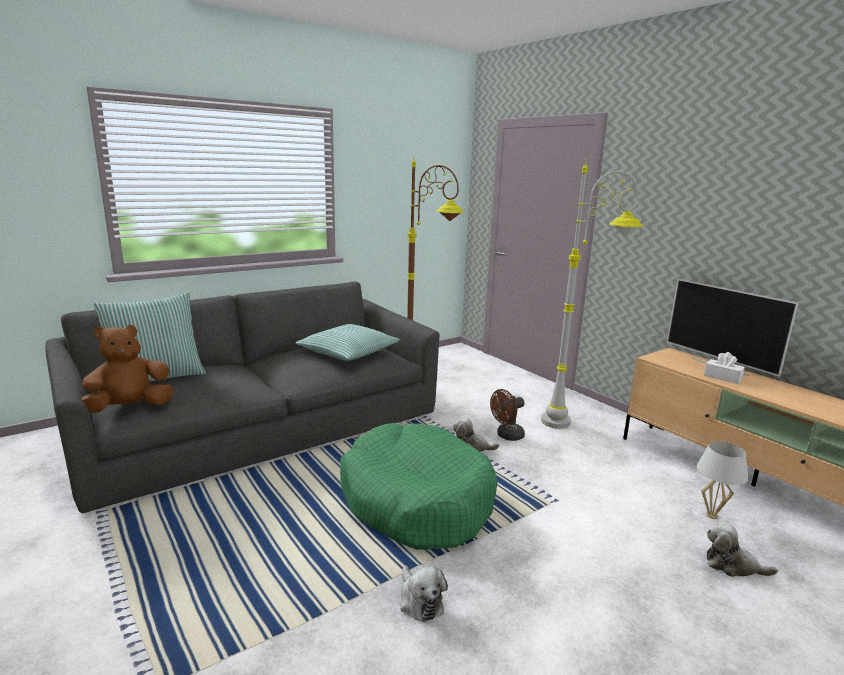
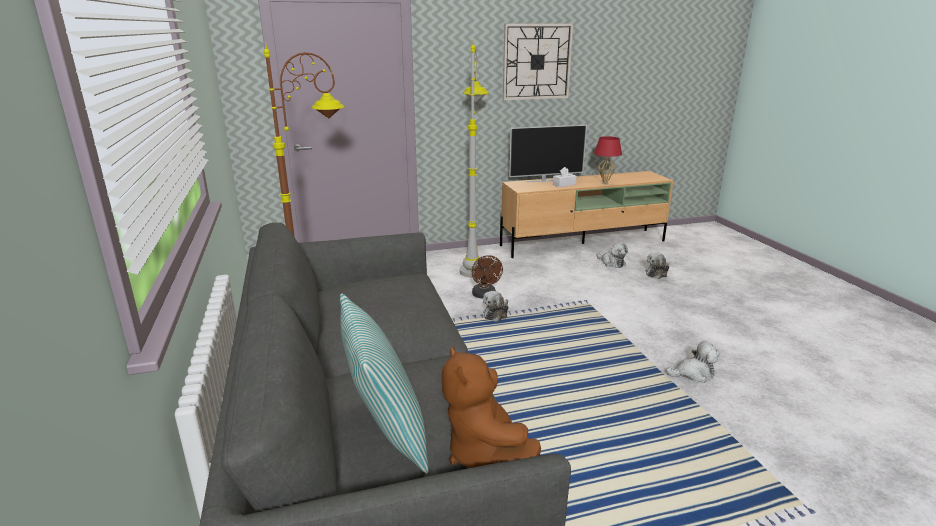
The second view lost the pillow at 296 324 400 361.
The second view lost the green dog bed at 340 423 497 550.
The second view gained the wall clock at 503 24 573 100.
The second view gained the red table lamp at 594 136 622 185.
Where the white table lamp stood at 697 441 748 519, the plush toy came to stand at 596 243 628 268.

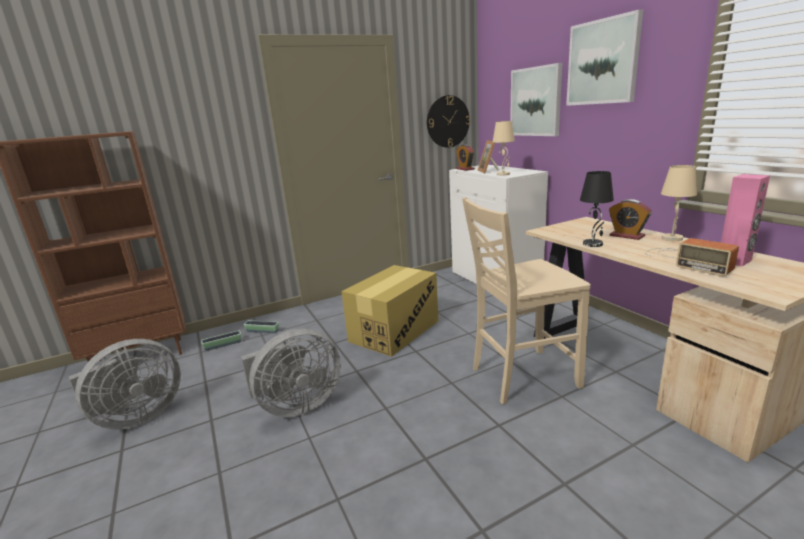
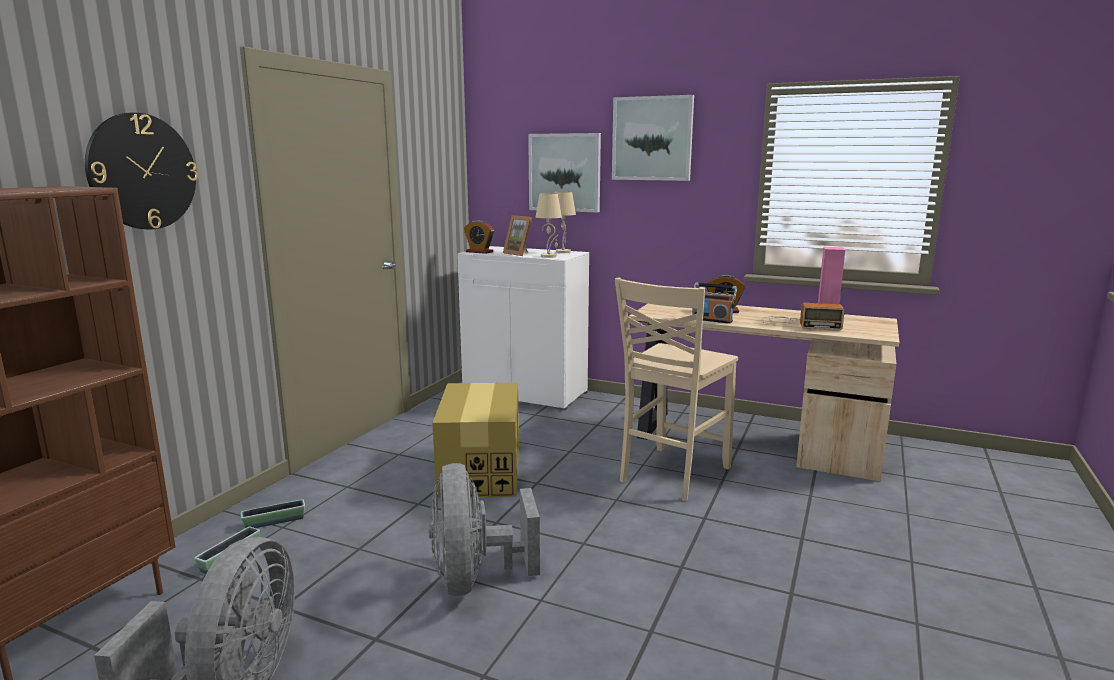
The wall clock ended up elsewhere, having gone from 427 95 470 148 to 85 112 198 230.
The beige table lamp ended up elsewhere, having gone from 661 165 697 241 to 554 192 576 253.
Where the black table lamp stood at 580 171 614 247, the radio came to stand at 692 283 737 324.
The grey fan at 241 329 341 417 ended up facing another way, 150 degrees clockwise from before.

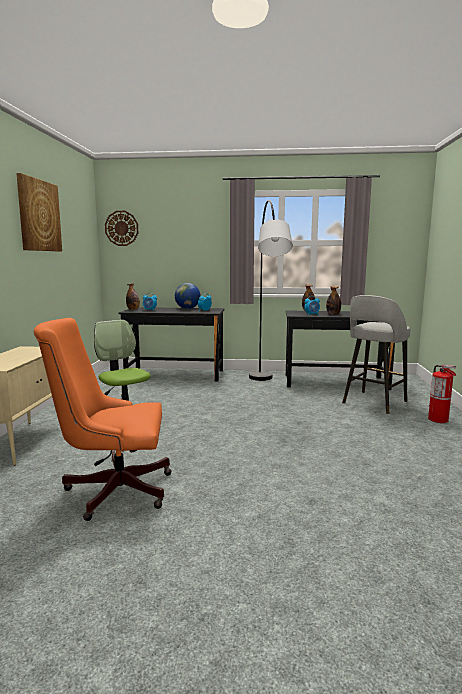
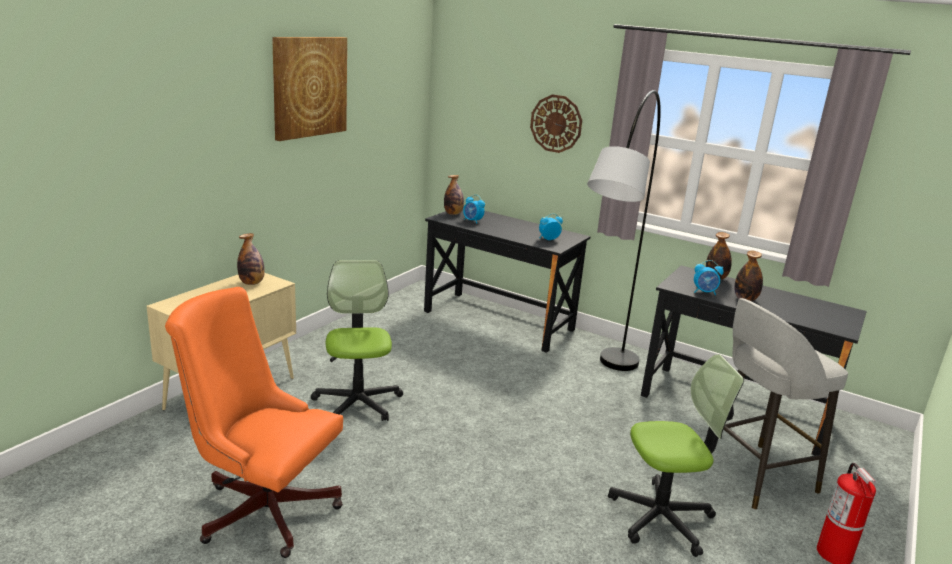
The second view lost the globe at 175 283 201 309.
The second view gained the bottle at 237 233 265 285.
The second view gained the office chair at 608 354 744 557.
The wall clock ended up elsewhere, having gone from 105 211 138 246 to 530 94 582 153.

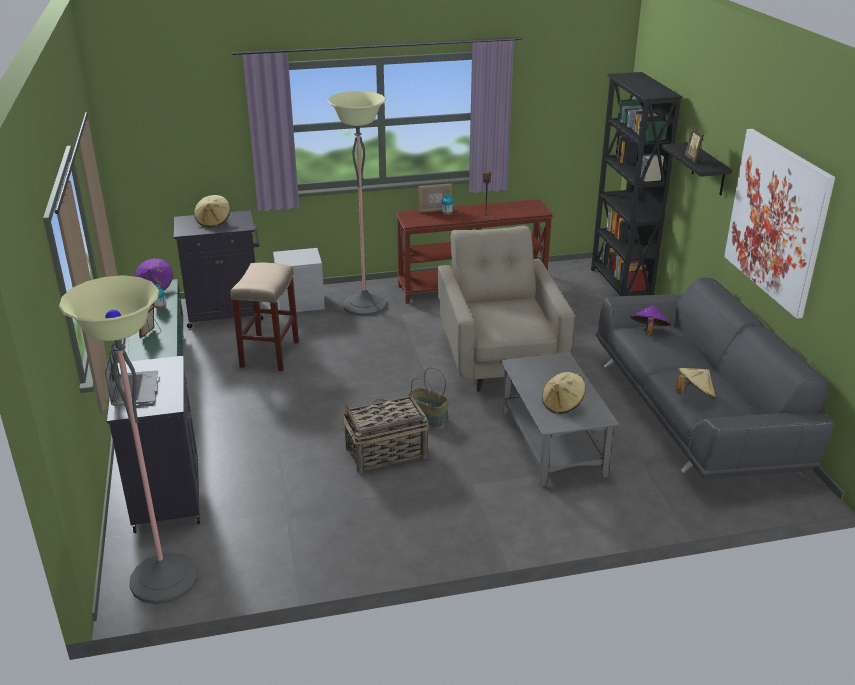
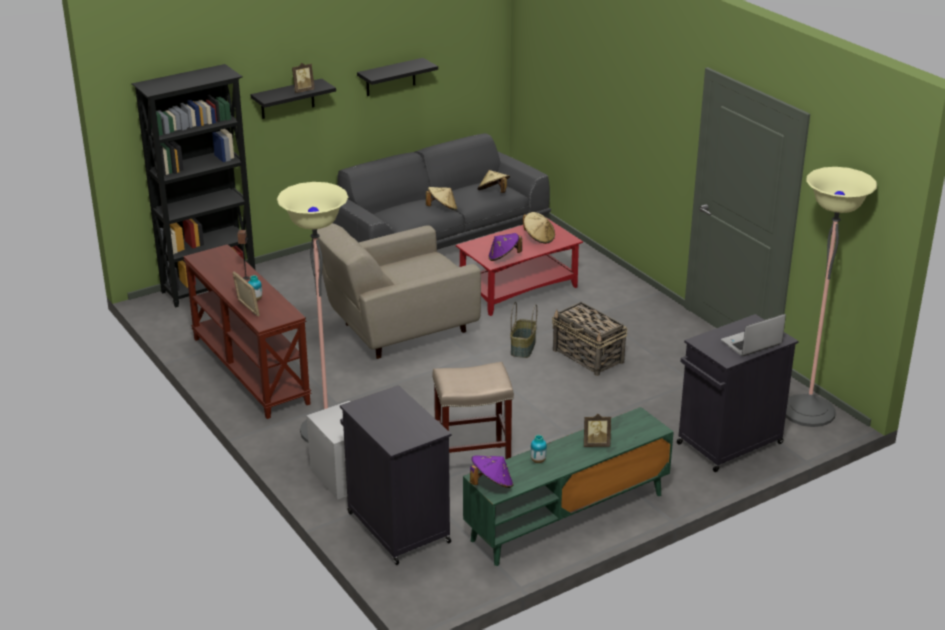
The beige hat ended up elsewhere, having gone from 194 195 230 228 to 426 187 457 210.
The purple hat ended up elsewhere, having gone from 630 305 672 335 to 488 233 522 261.
Where the picture hung at 724 129 835 319, the black shelf came to hang at 357 58 438 96.
What was the grey coffee table at 501 352 619 487 turned into the red coffee table at 456 218 583 316.

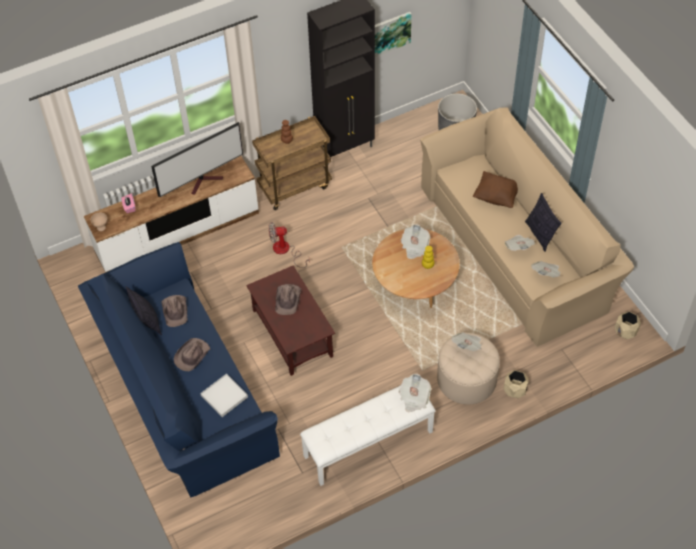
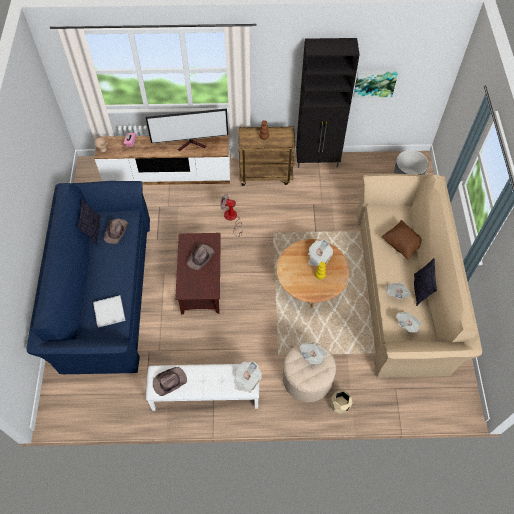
The second view lost the beige planter at 615 311 641 339.
The brown hat ended up elsewhere, having gone from 174 338 210 371 to 153 367 187 396.

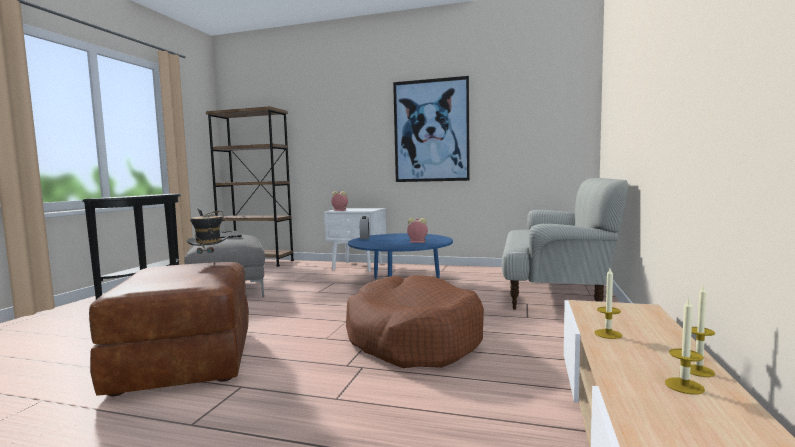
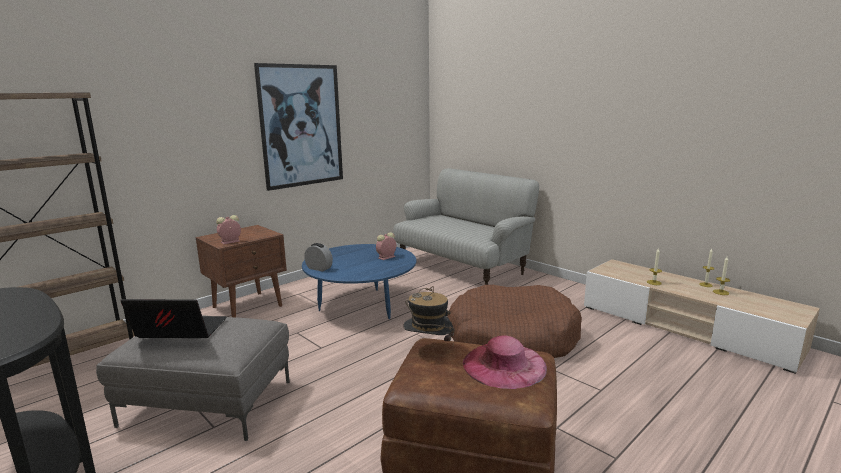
The second view gained the pink hat at 463 335 547 389.
What was the white nightstand at 324 208 386 271 turned into the brown nightstand at 196 225 287 317.

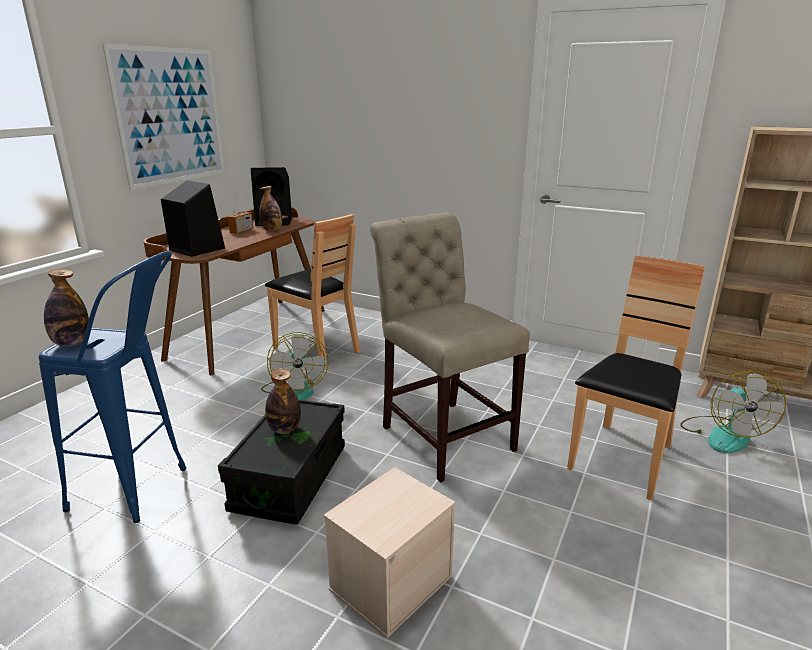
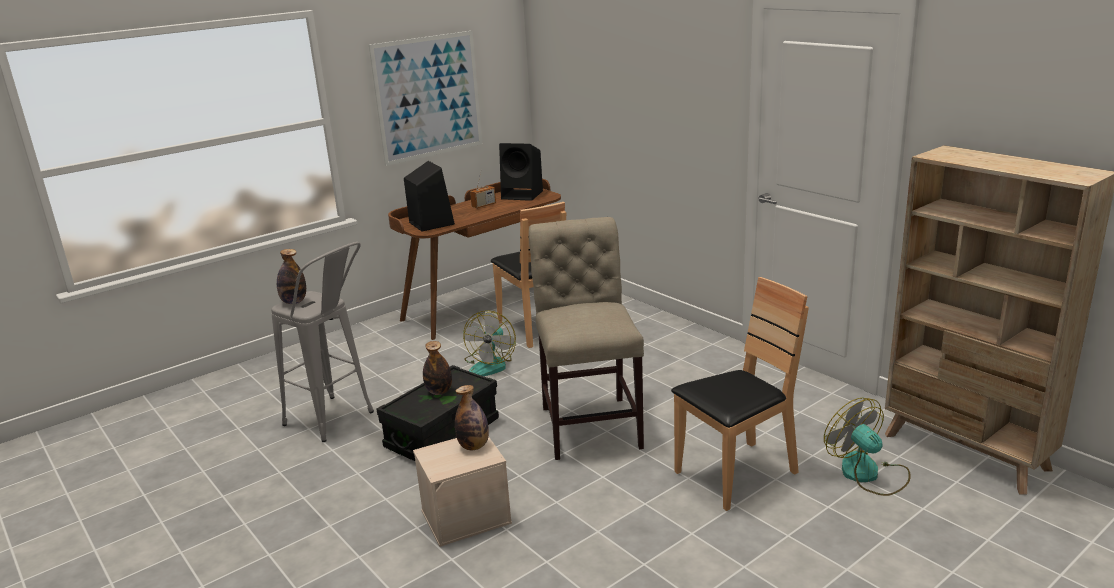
The bottle ended up elsewhere, having gone from 259 186 282 231 to 455 385 489 450.
What was the blue stool at 39 251 186 523 turned into the grey stool at 271 242 374 442.
The fan at 680 371 786 453 ended up facing another way, 120 degrees clockwise from before.

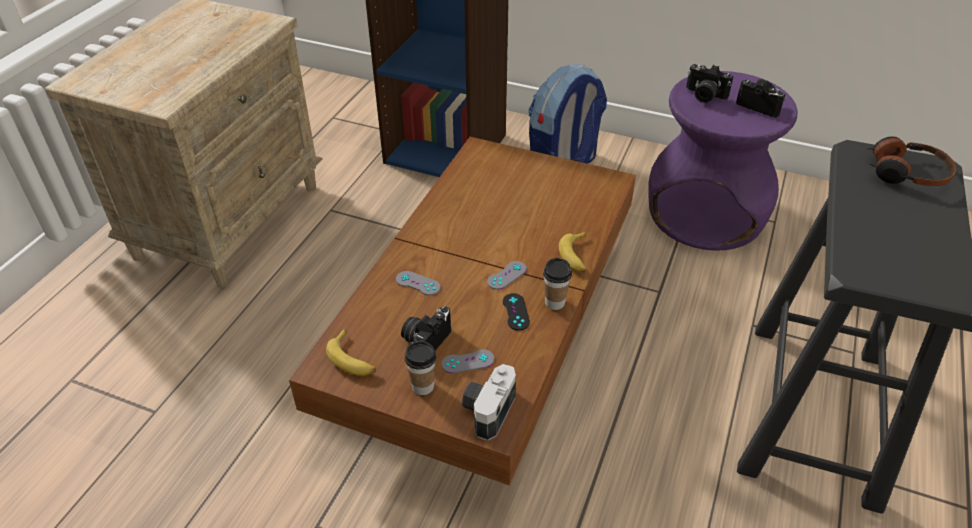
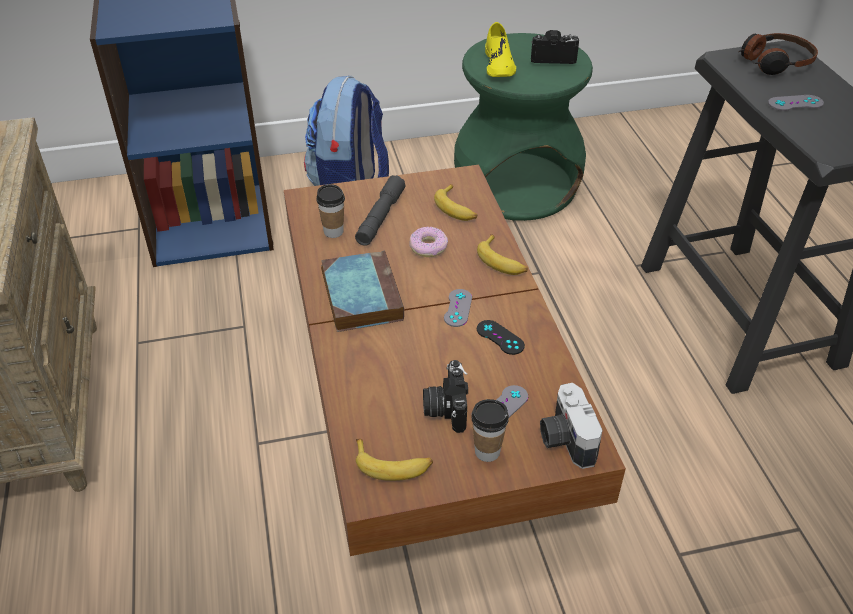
The second view gained the book at 321 251 404 332.
The second view gained the grey flashlight at 355 175 406 246.
The second view gained the donut at 409 227 448 257.
The second view gained the banana at 434 184 477 221.
The grey game controller ended up elsewhere, having gone from 396 271 441 295 to 768 95 824 111.
The cup ended up elsewhere, having gone from 543 258 572 310 to 316 184 345 238.
Where the photo camera stood at 686 64 733 103, the yellow shoe came to stand at 485 22 516 77.
What was the purple stool at 648 71 798 251 turned into the green stool at 454 33 593 221.

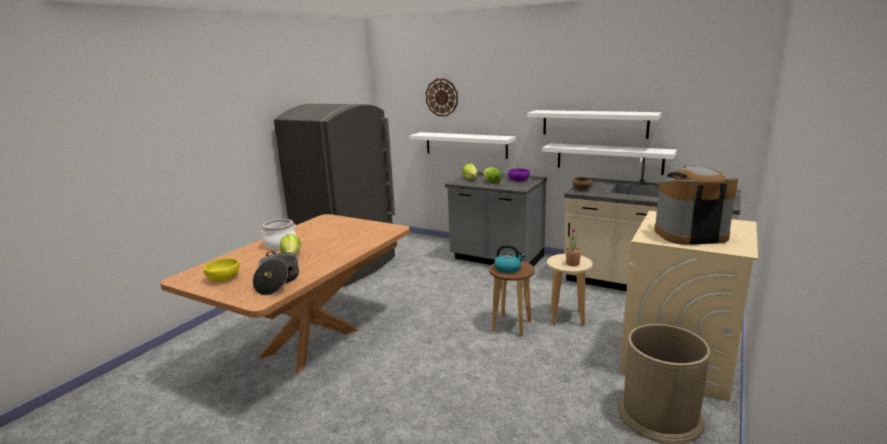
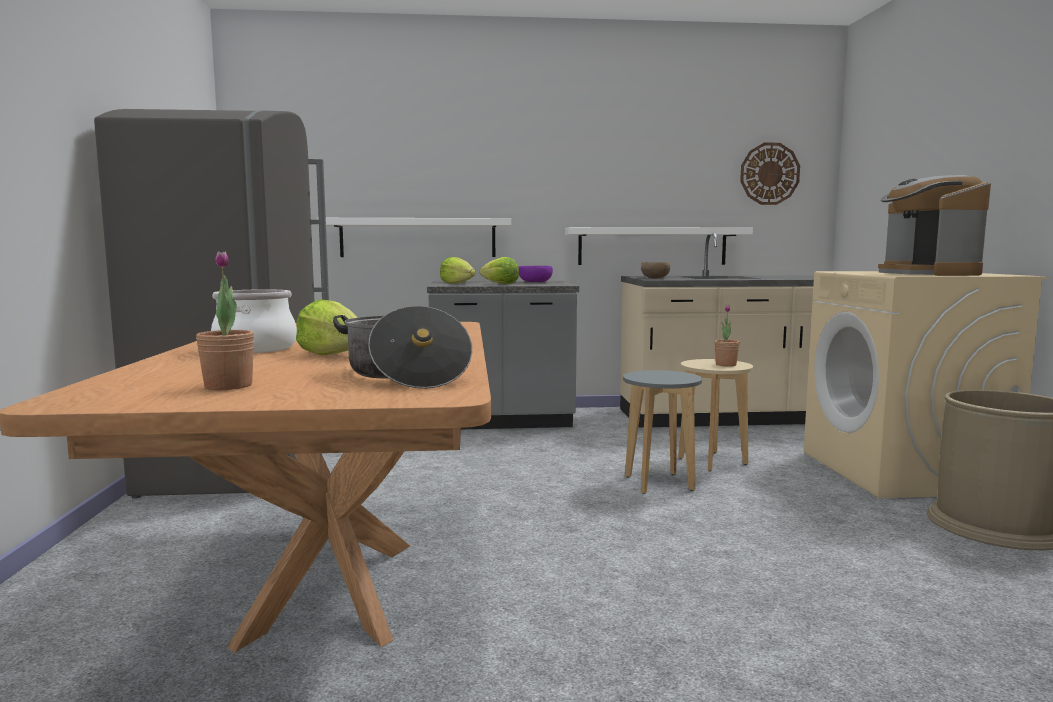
The second view lost the kettle at 494 244 526 273.
The second view lost the white shelf at 527 110 661 139.
The wall clock ended up elsewhere, having gone from 426 79 458 116 to 740 143 800 205.
Where the yellow bowl stood at 204 258 239 282, the potted plant came to stand at 196 251 254 390.
What was the brown stool at 489 261 535 336 turned into the grey stool at 623 370 702 494.
The coffee machine at 654 166 738 245 ended up facing another way, 60 degrees counterclockwise from before.

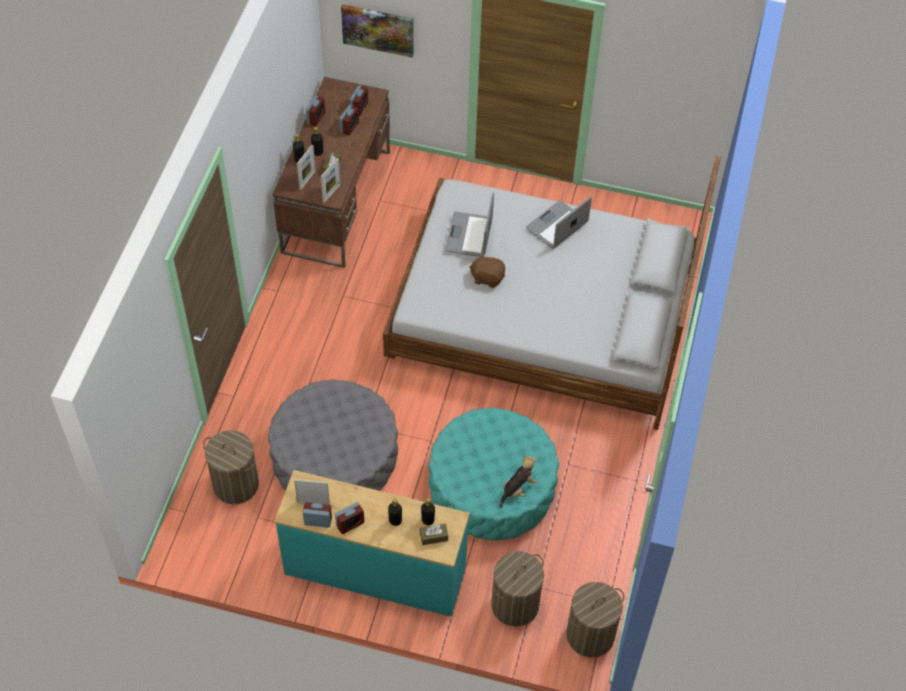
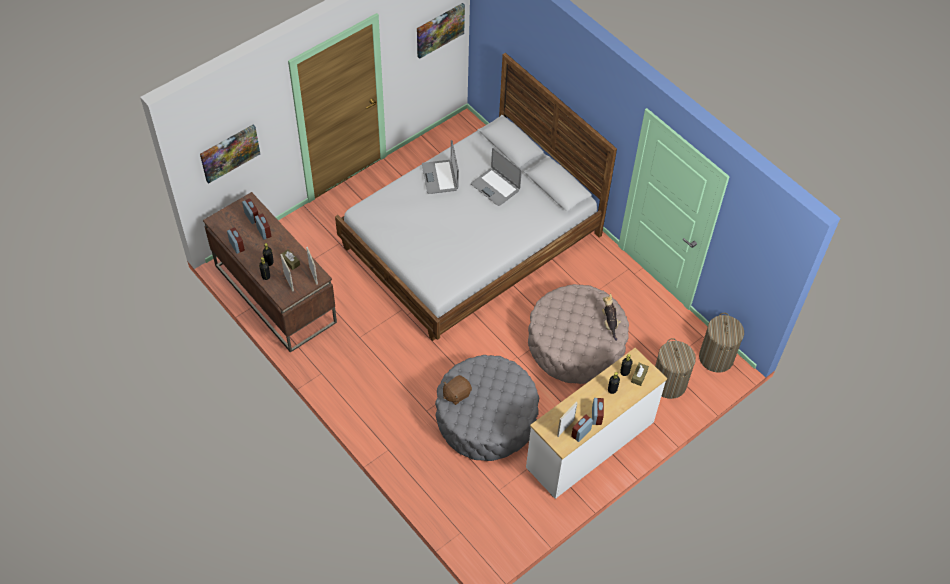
The second view lost the laundry basket at 203 430 259 504.
The second view gained the picture at 417 3 465 59.
The laptop ended up elsewhere, having gone from 445 192 494 257 to 471 148 522 206.
The brown plush toy ended up elsewhere, having gone from 469 253 505 288 to 443 375 472 405.
What was the turquoise dresser at 274 470 470 617 turned into the white dresser at 526 348 667 499.
What was the turquoise ottoman at 428 407 559 541 turned into the beige ottoman at 528 284 629 384.

